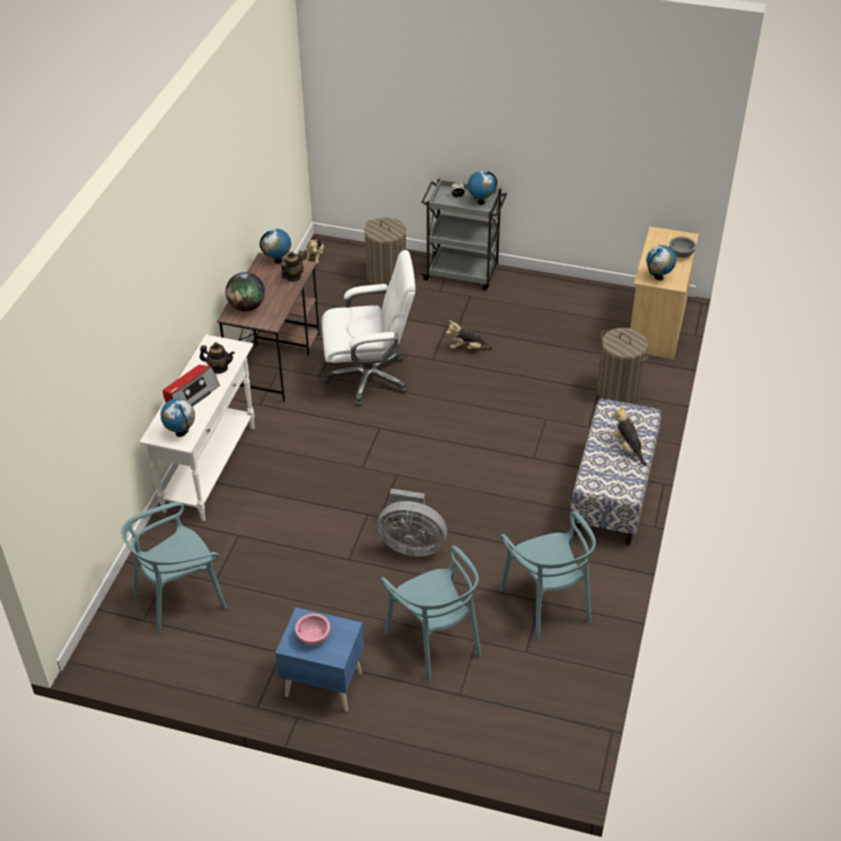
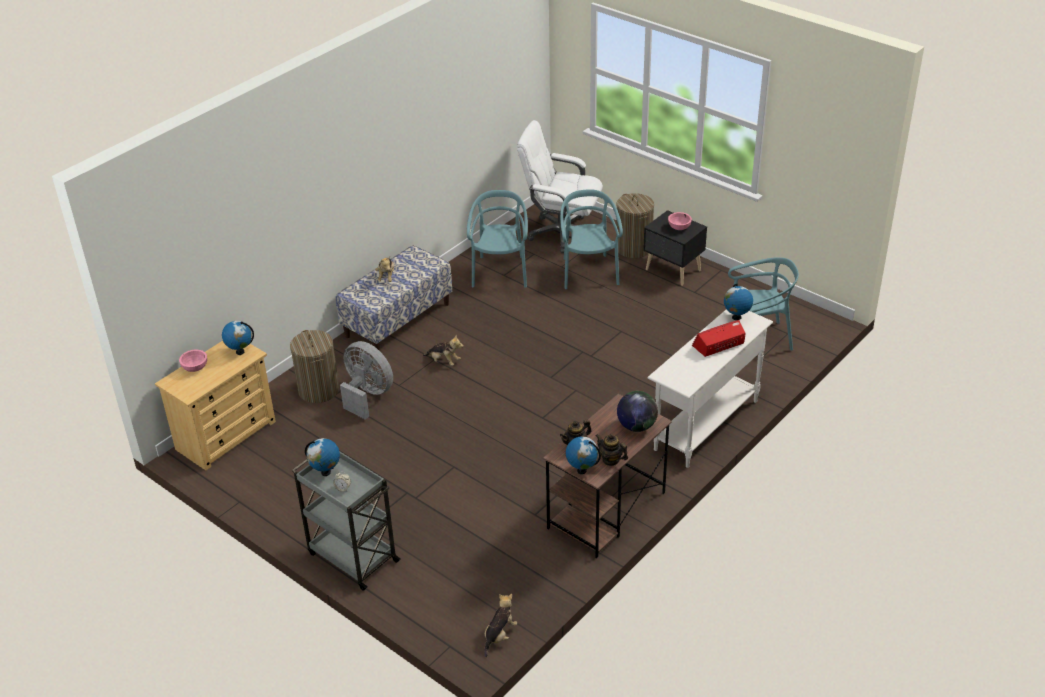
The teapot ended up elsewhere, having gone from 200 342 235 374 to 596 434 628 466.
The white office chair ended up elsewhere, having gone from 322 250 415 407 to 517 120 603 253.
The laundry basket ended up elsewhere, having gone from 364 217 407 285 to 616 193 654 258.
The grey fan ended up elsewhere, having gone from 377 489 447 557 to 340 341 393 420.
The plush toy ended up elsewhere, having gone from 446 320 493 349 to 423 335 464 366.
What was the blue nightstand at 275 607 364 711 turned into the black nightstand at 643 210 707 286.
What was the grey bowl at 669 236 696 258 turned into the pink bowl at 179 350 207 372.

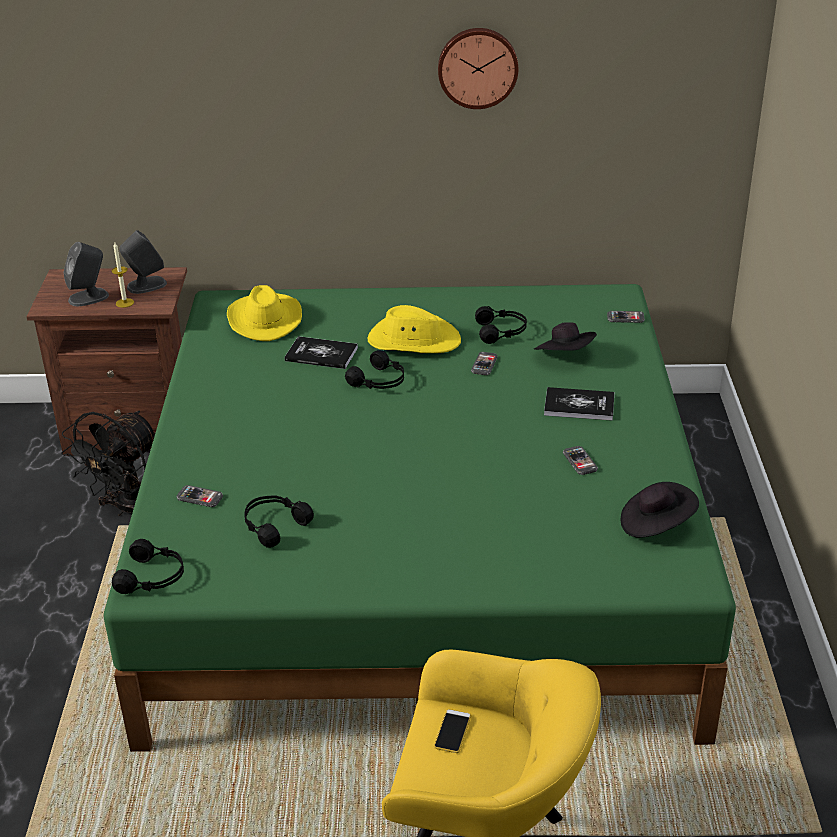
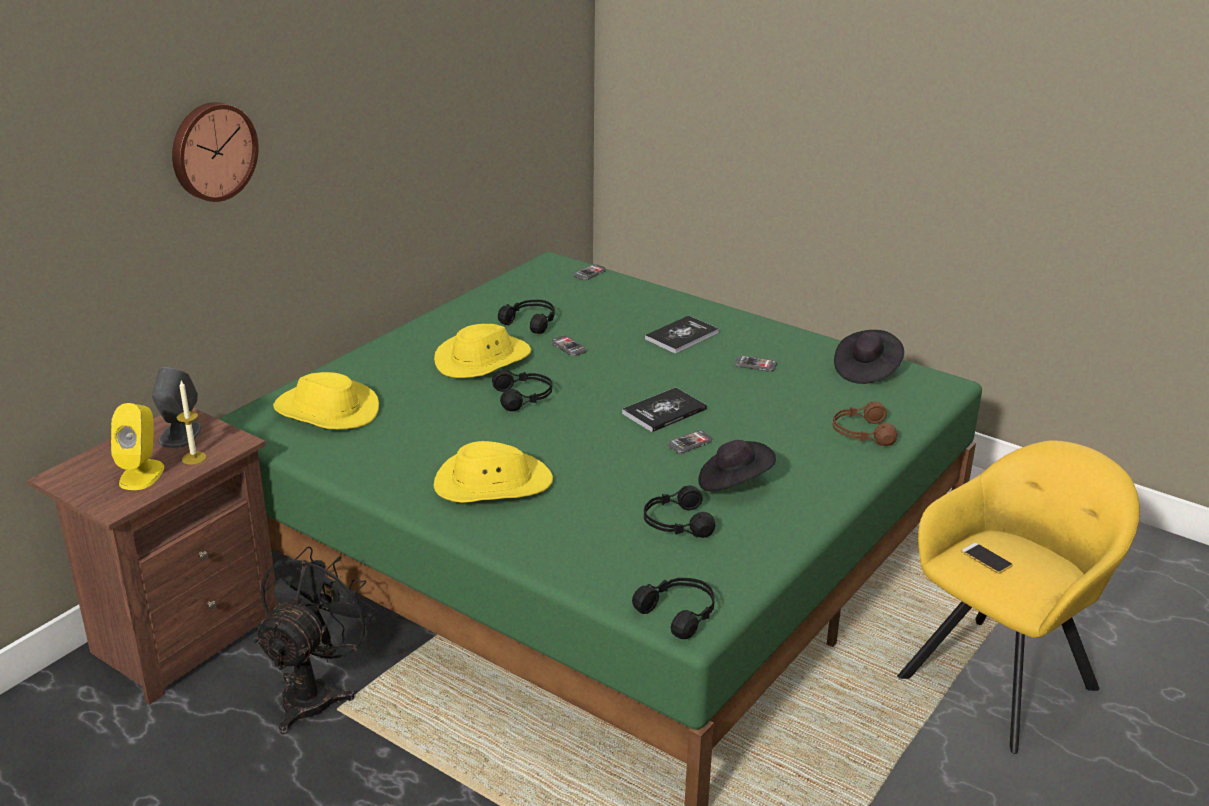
The second view gained the yellow hat at 434 441 553 503.
The second view gained the brown headphones at 833 401 897 446.
The phone ended up elsewhere, having gone from 177 485 223 507 to 668 430 712 454.
The book ended up elsewhere, having gone from 285 336 358 369 to 622 387 707 432.
The wall clock ended up elsewhere, having gone from 438 28 518 109 to 172 102 259 202.
The black hat ended up elsewhere, having gone from 534 322 597 351 to 698 440 776 492.
What was the grey speaker at 63 242 109 306 turned into the yellow speaker at 111 403 164 490.
The black fan at 61 411 155 516 ended up facing another way, 135 degrees counterclockwise from before.

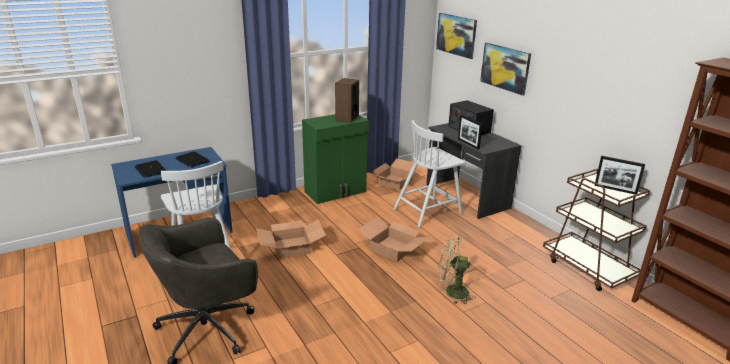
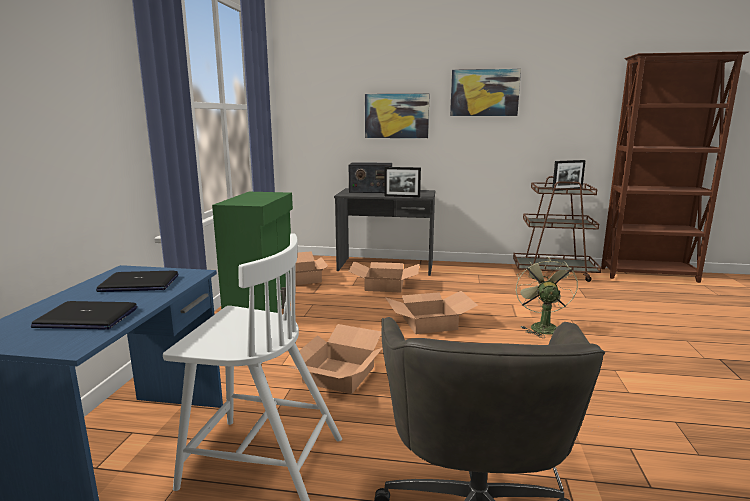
The second view lost the speaker at 335 78 359 123.
The picture ended up elsewhere, having gone from 436 13 477 59 to 450 69 521 116.
Where the white chair stood at 393 120 466 227, the cardboard box came to stand at 348 261 420 293.
The green fan at 437 235 476 304 ended up facing another way, 135 degrees clockwise from before.

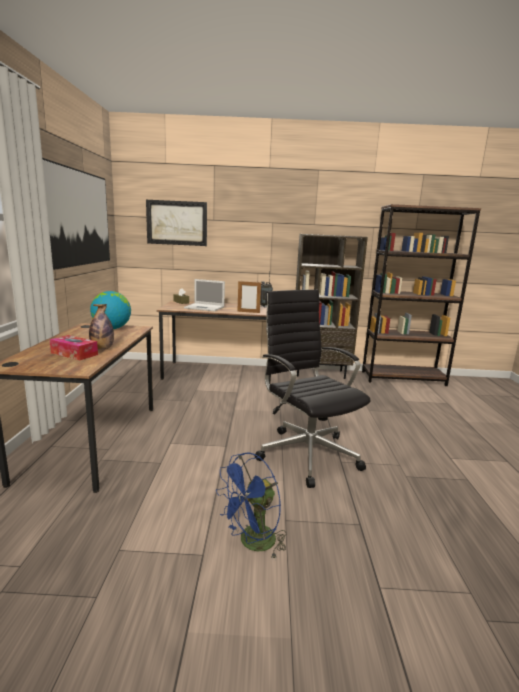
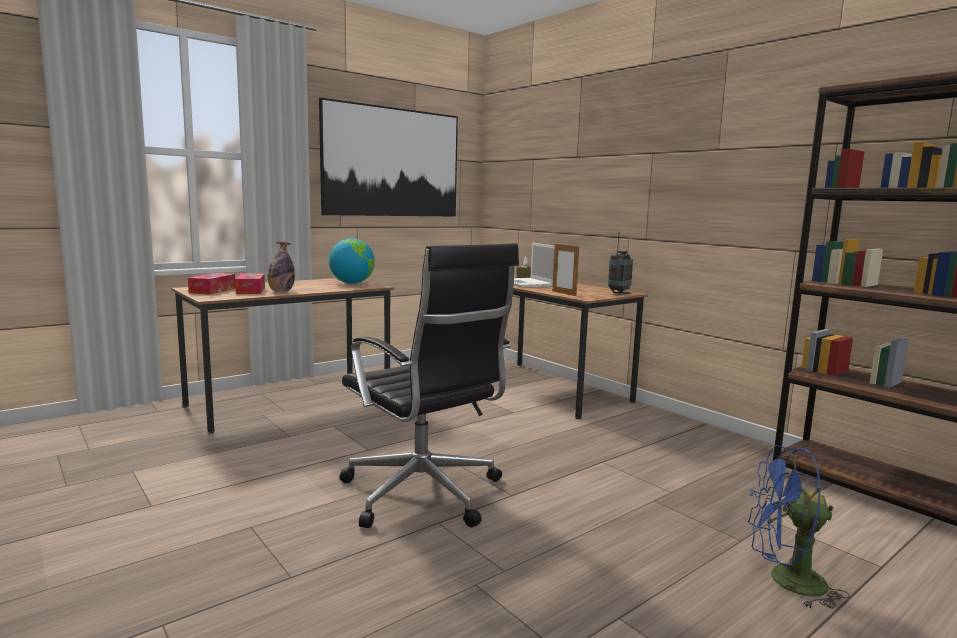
The second view lost the picture at 146 200 207 246.
The second view lost the brown bookcase at 296 234 368 379.
The second view gained the tissue box at 188 273 235 295.
The blue fan ended up elsewhere, having gone from 216 453 286 558 to 747 445 849 609.
The black office chair at 255 290 371 488 ended up facing another way, 120 degrees clockwise from before.

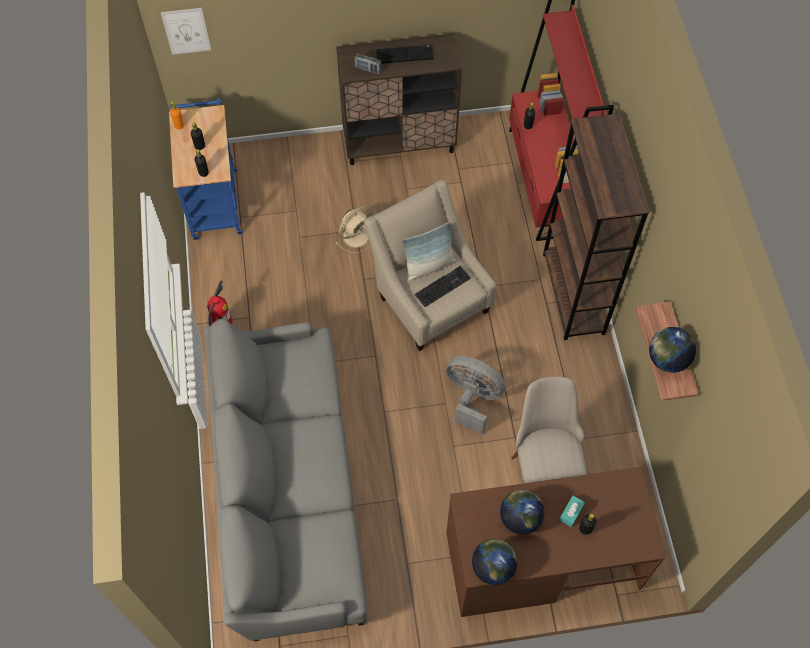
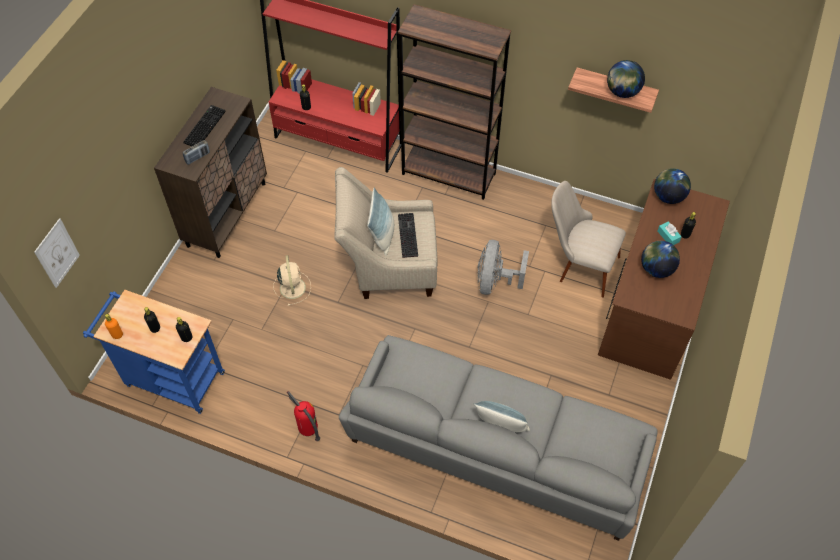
The second view gained the pillow at 473 401 530 432.
The globe ended up elsewhere, having gone from 472 539 517 585 to 654 168 691 204.
The grey fan at 446 356 505 434 ended up facing another way, 45 degrees counterclockwise from before.

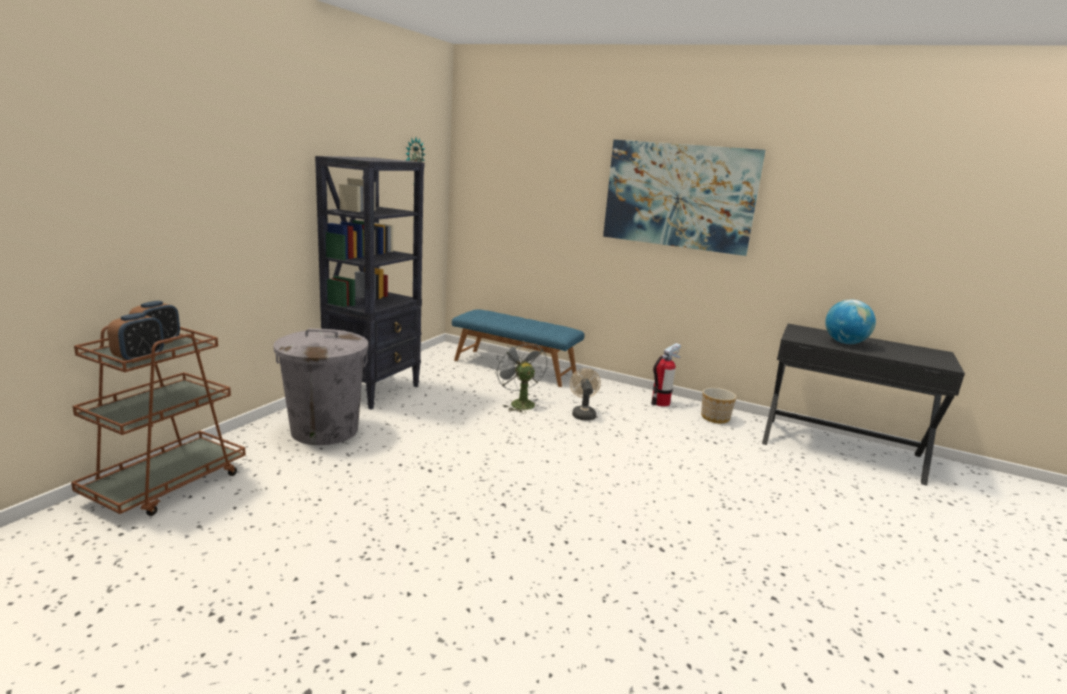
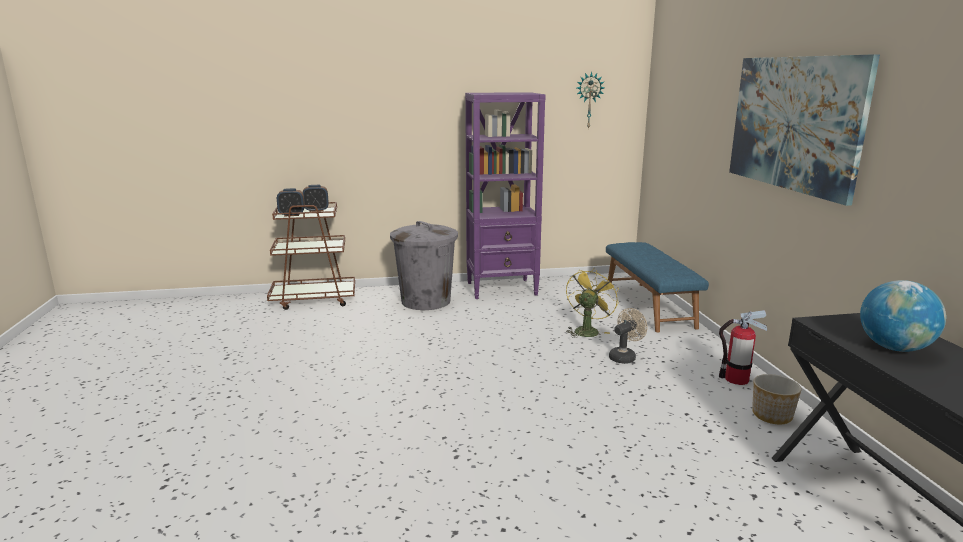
What was the black bookcase at 315 156 424 409 turned into the purple bookcase at 465 92 546 299.
What was the grey fan at 495 340 547 414 turned into the yellow fan at 566 268 619 338.

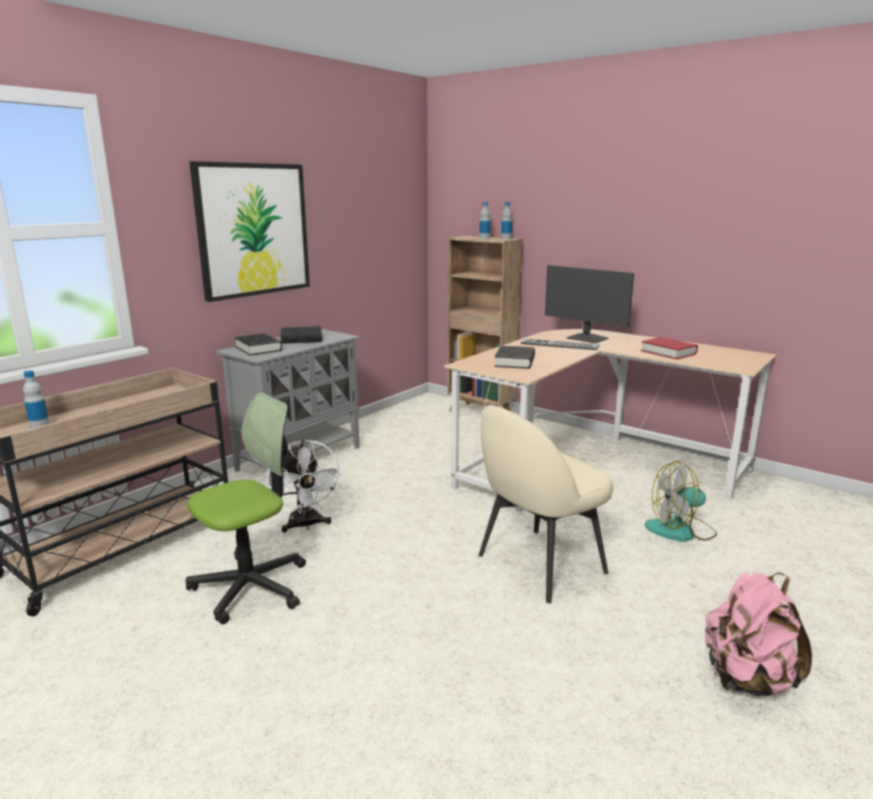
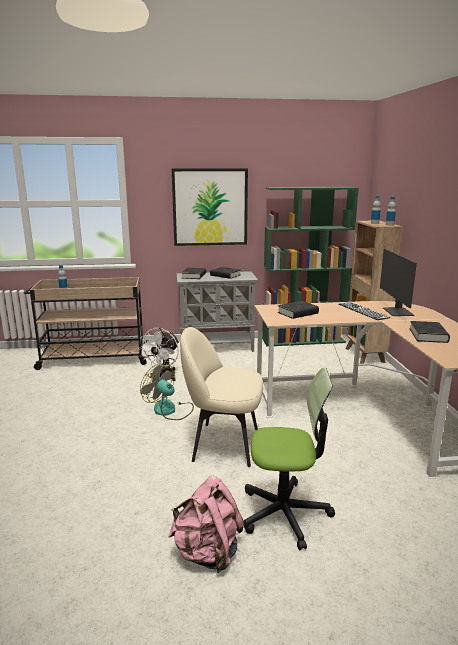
The second view gained the green bookcase at 262 187 359 347.
The office chair ended up elsewhere, having gone from 186 392 306 624 to 244 367 335 550.
The fan ended up elsewhere, having gone from 645 461 717 542 to 140 363 194 420.
What was the red book at 641 337 698 360 turned into the black book at 409 321 450 343.

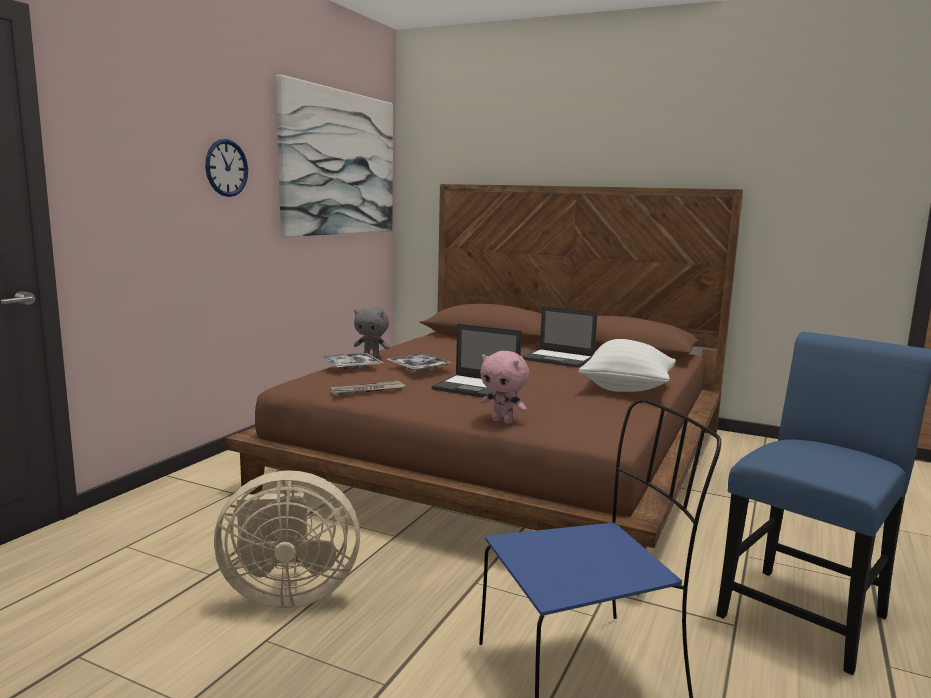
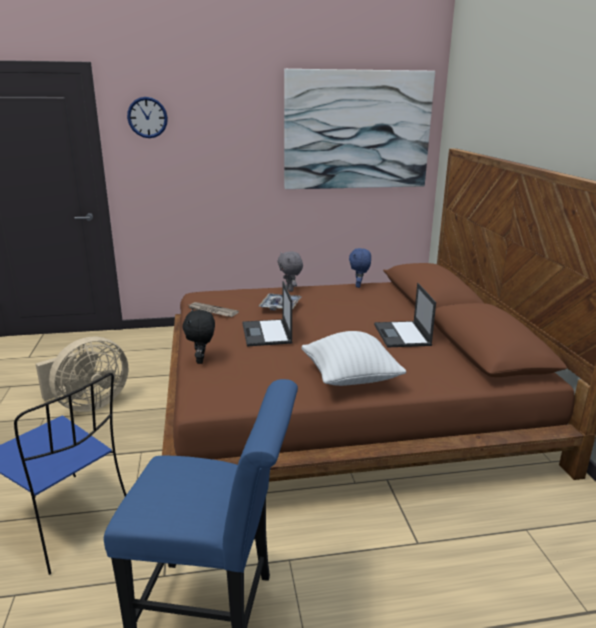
The second view lost the tray at 321 353 384 370.
The second view gained the blue plush toy at 349 248 371 288.
The wall clock ended up elsewhere, having gone from 205 139 248 197 to 127 97 168 138.
What was the pink plush toy at 480 351 529 424 turned into the black plush toy at 182 309 215 364.
The beige fan at 214 470 360 608 ended up facing another way, 90 degrees counterclockwise from before.

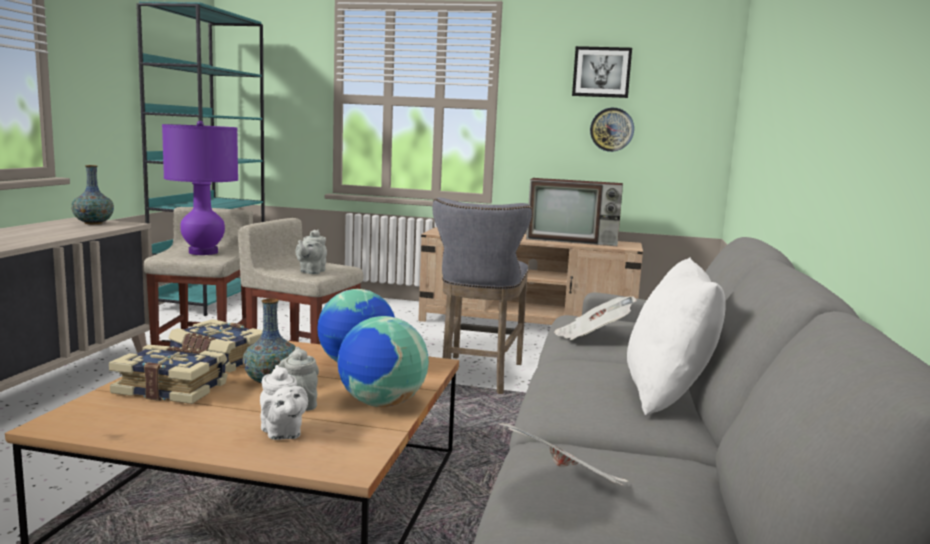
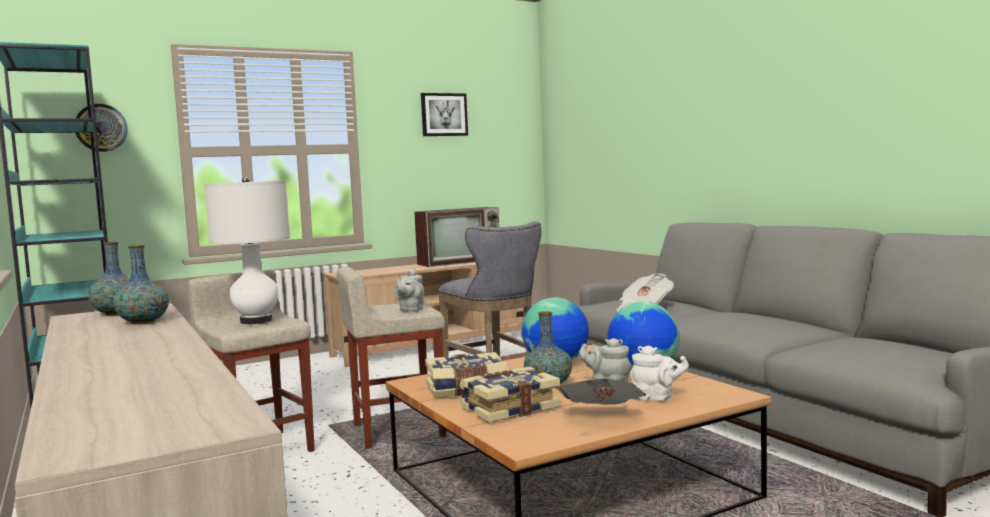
The second view lost the white pillow at 627 257 726 415.
The second view gained the vase at 113 245 169 324.
The newspaper ended up elsewhere, having gone from 499 423 628 485 to 555 379 646 404.
The wall clock ended up elsewhere, having gone from 590 108 634 152 to 75 104 128 152.
What was the purple table lamp at 162 121 238 255 turned into the white table lamp at 204 177 290 324.
The grey teapot at 296 230 327 274 ended up facing another way, 45 degrees clockwise from before.

